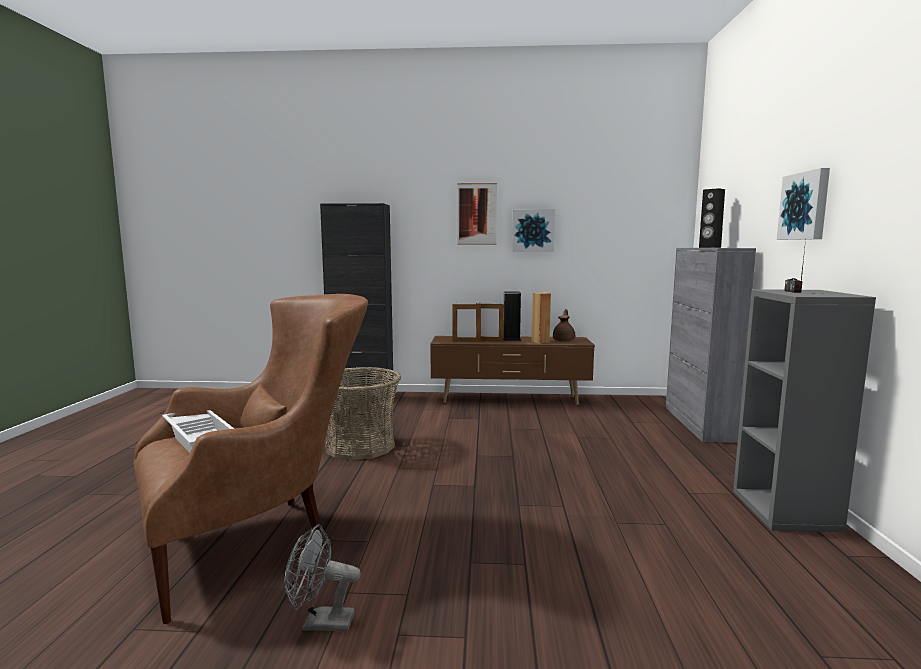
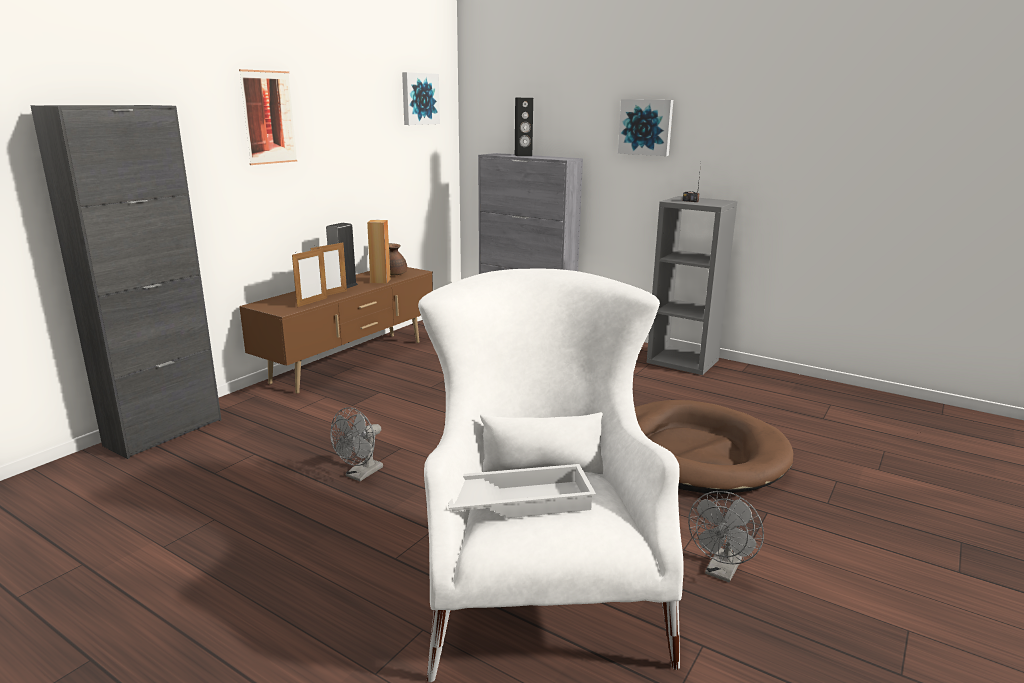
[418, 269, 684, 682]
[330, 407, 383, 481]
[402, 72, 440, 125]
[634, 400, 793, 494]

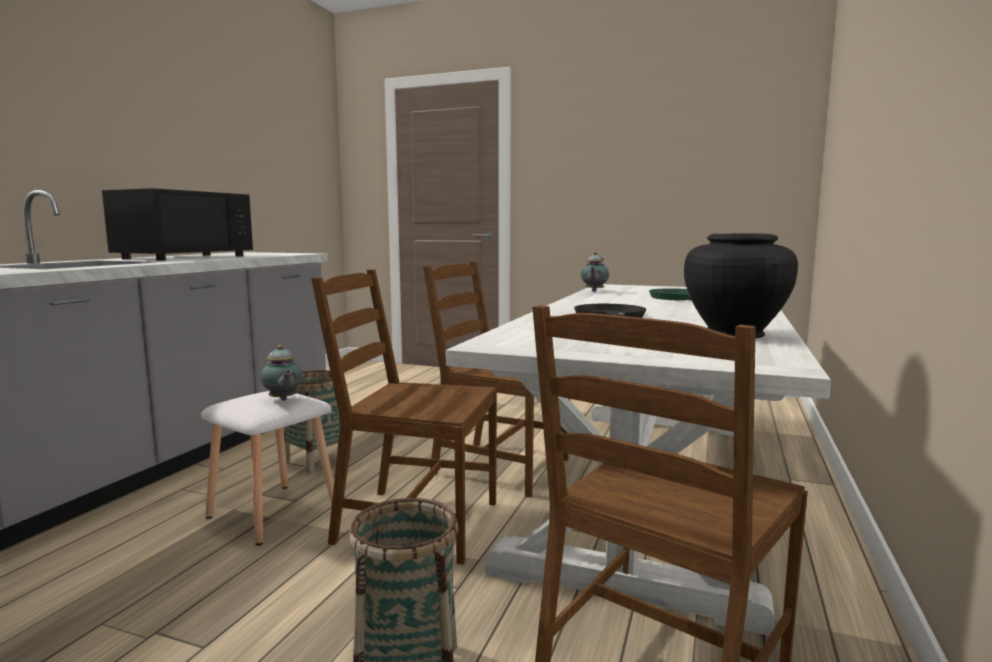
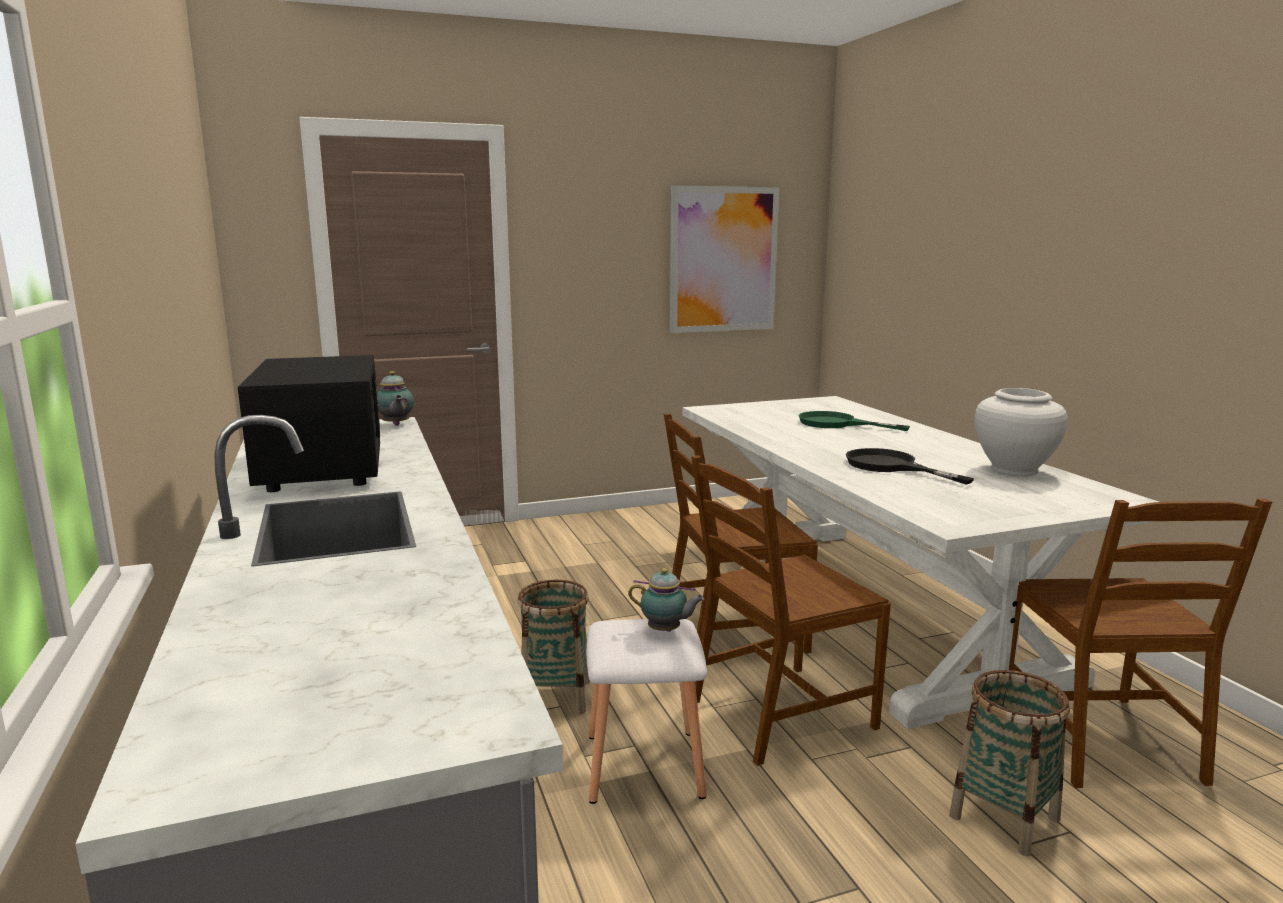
[377, 371, 414, 426]
[975, 388, 1067, 476]
[670, 185, 779, 333]

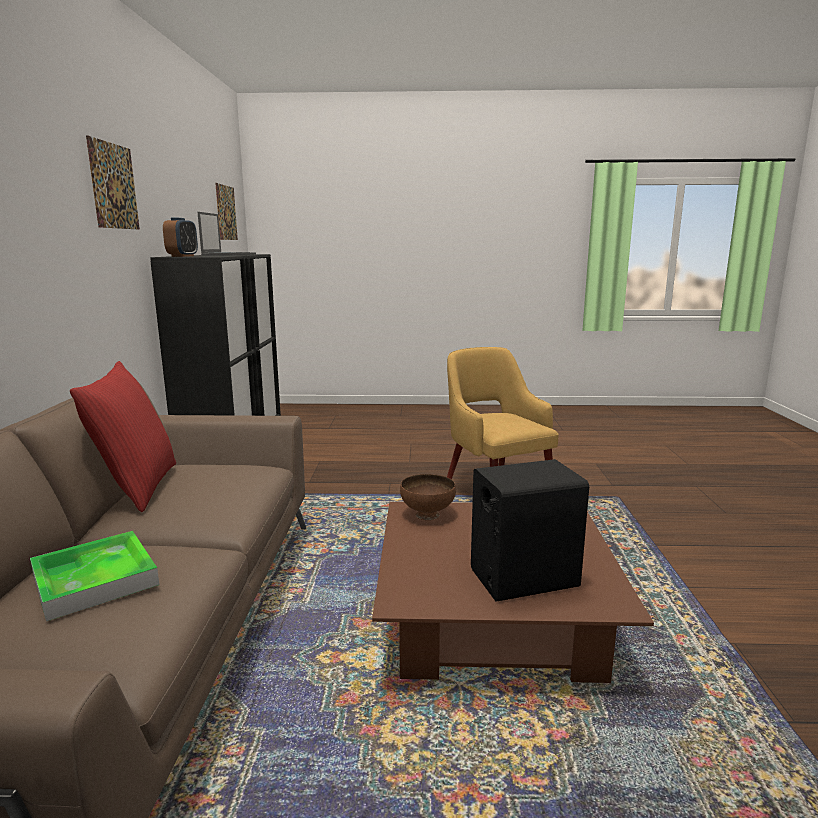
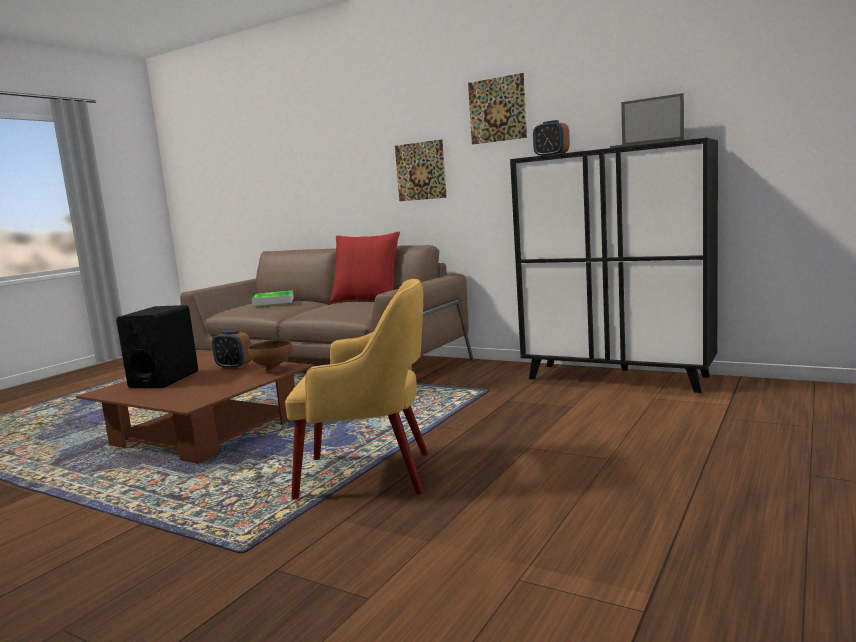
[395, 139, 447, 201]
[212, 330, 252, 369]

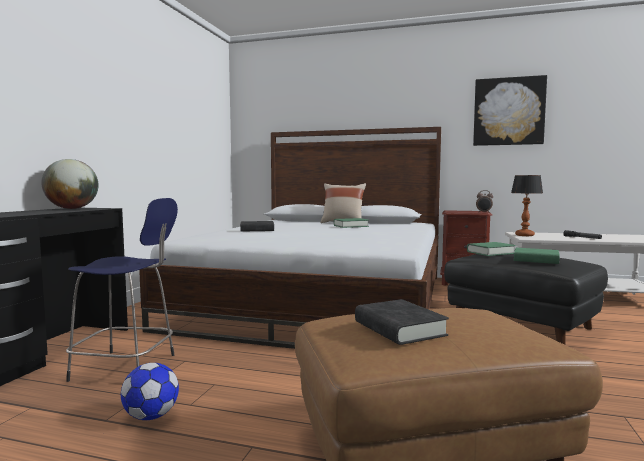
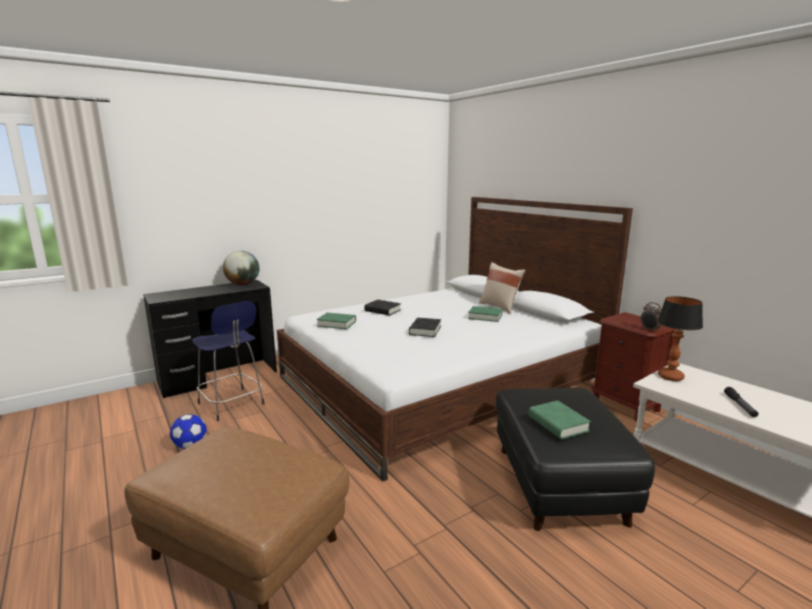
[409, 318, 441, 337]
[317, 313, 356, 329]
[473, 75, 547, 146] (first image)

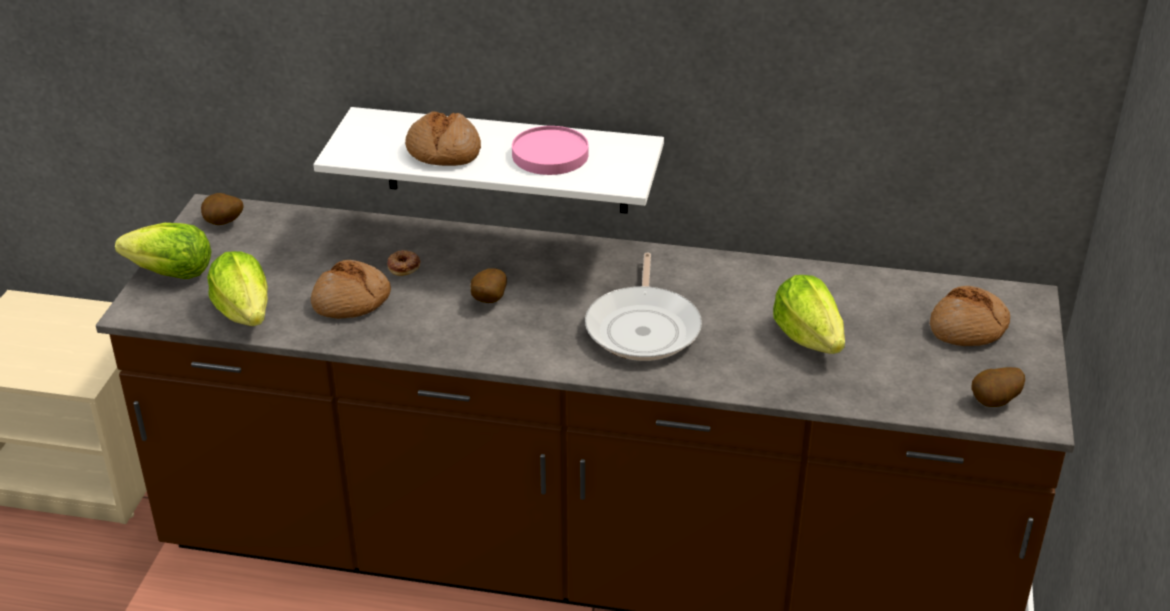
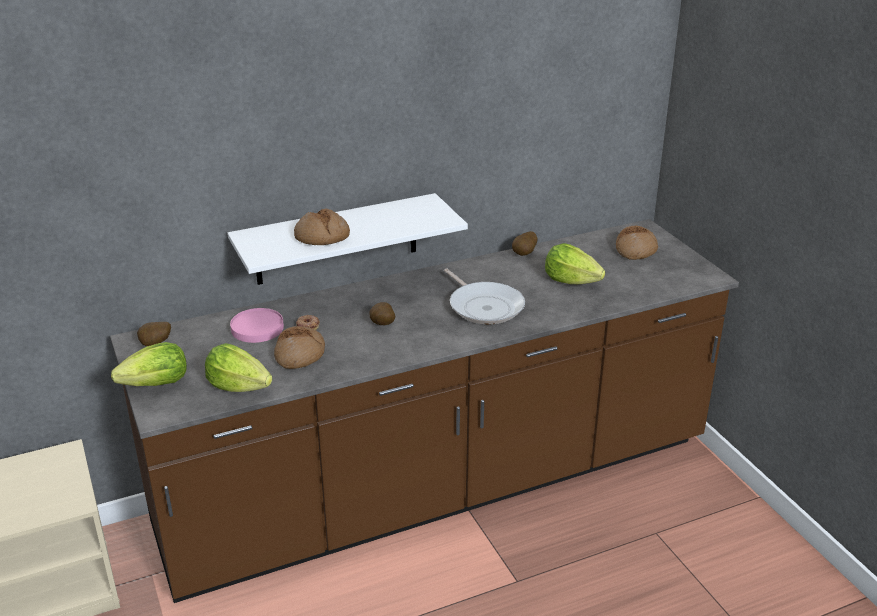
[230, 308, 284, 343]
[512, 231, 537, 256]

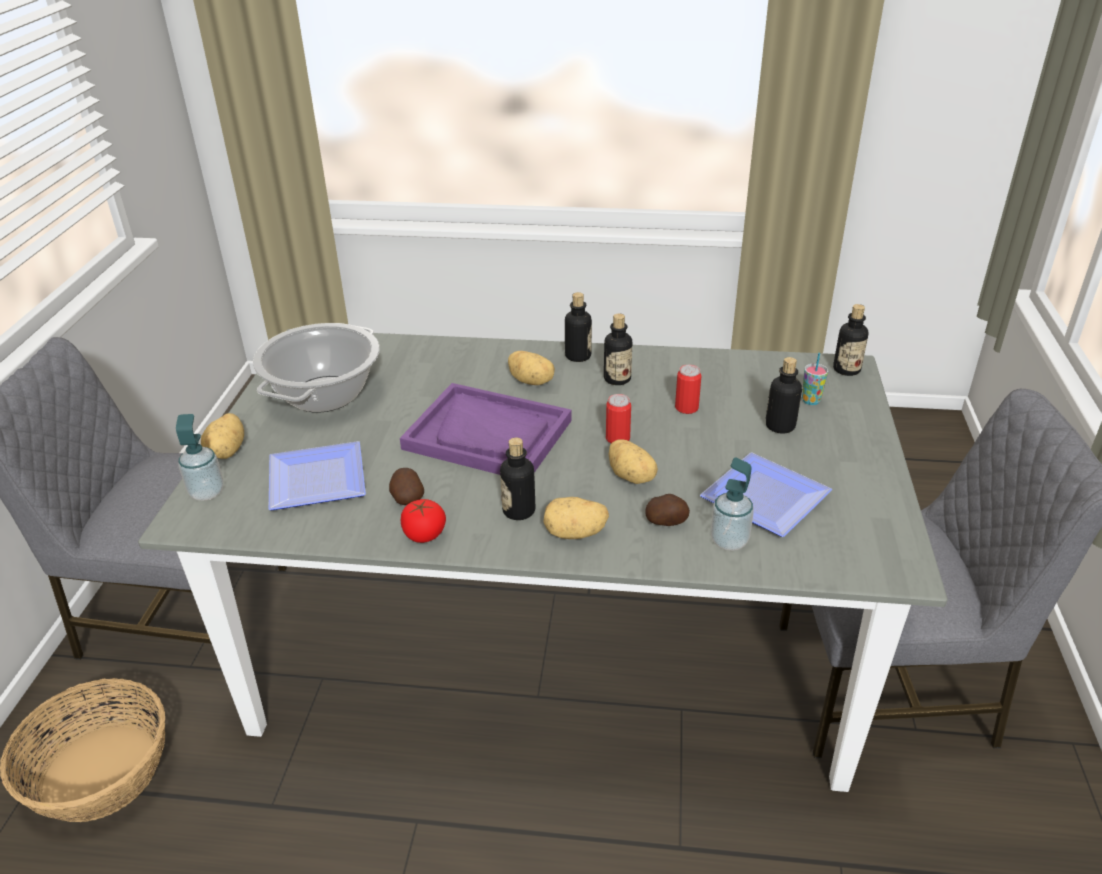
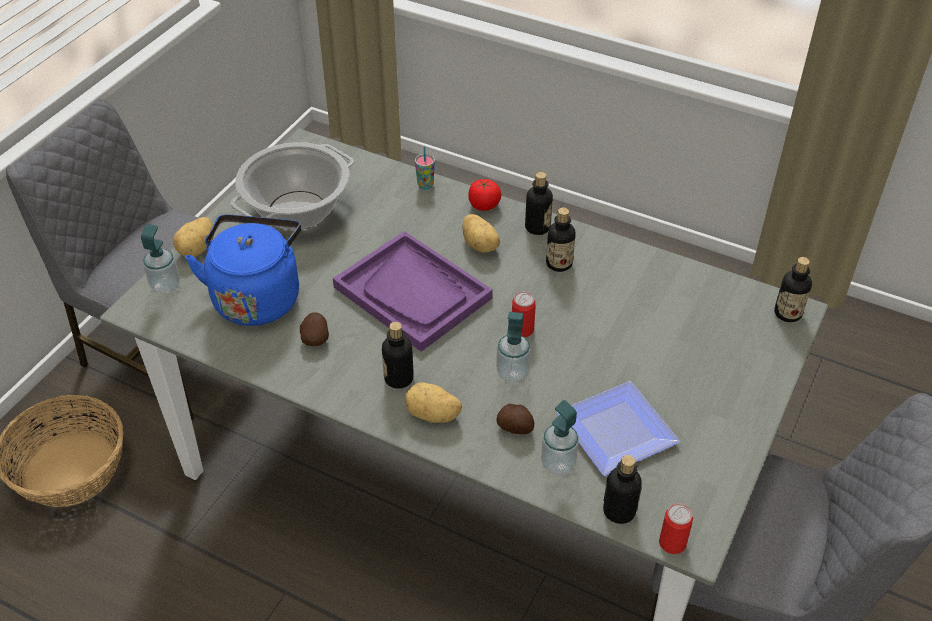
[185, 214, 301, 326]
[468, 179, 501, 211]
[496, 312, 531, 382]
[659, 503, 693, 554]
[603, 455, 642, 524]
[415, 146, 435, 190]

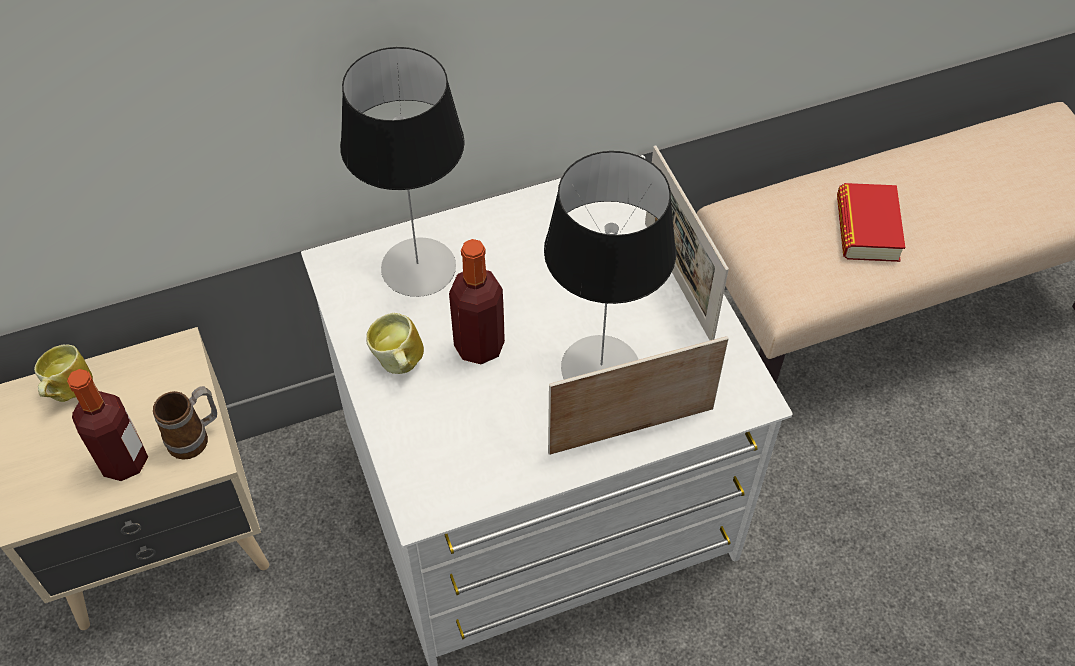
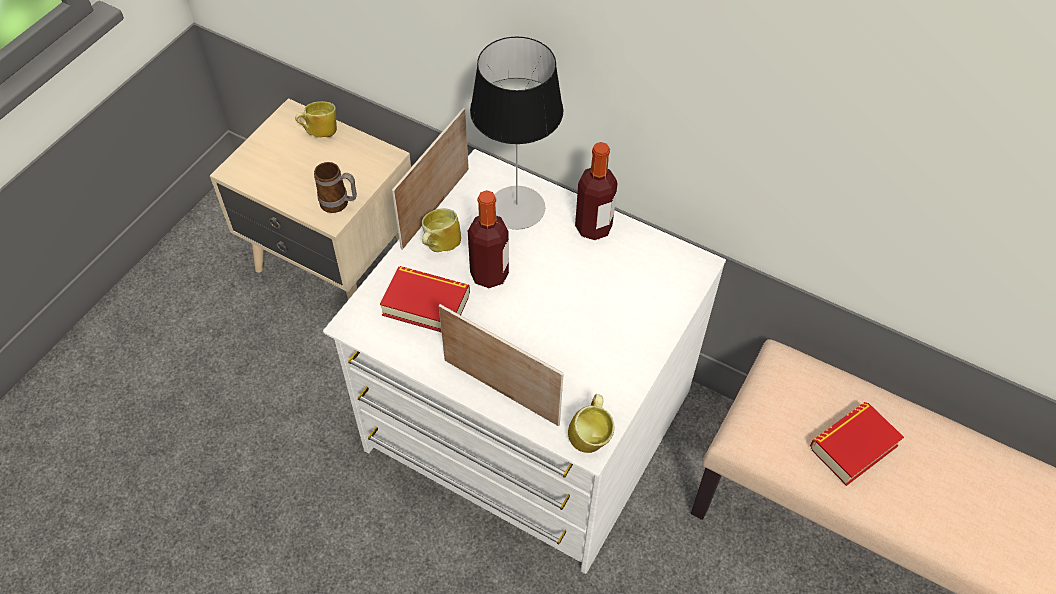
[575, 142, 618, 240]
[544, 151, 676, 379] (first image)
[392, 107, 469, 250]
[380, 266, 470, 332]
[568, 394, 614, 453]

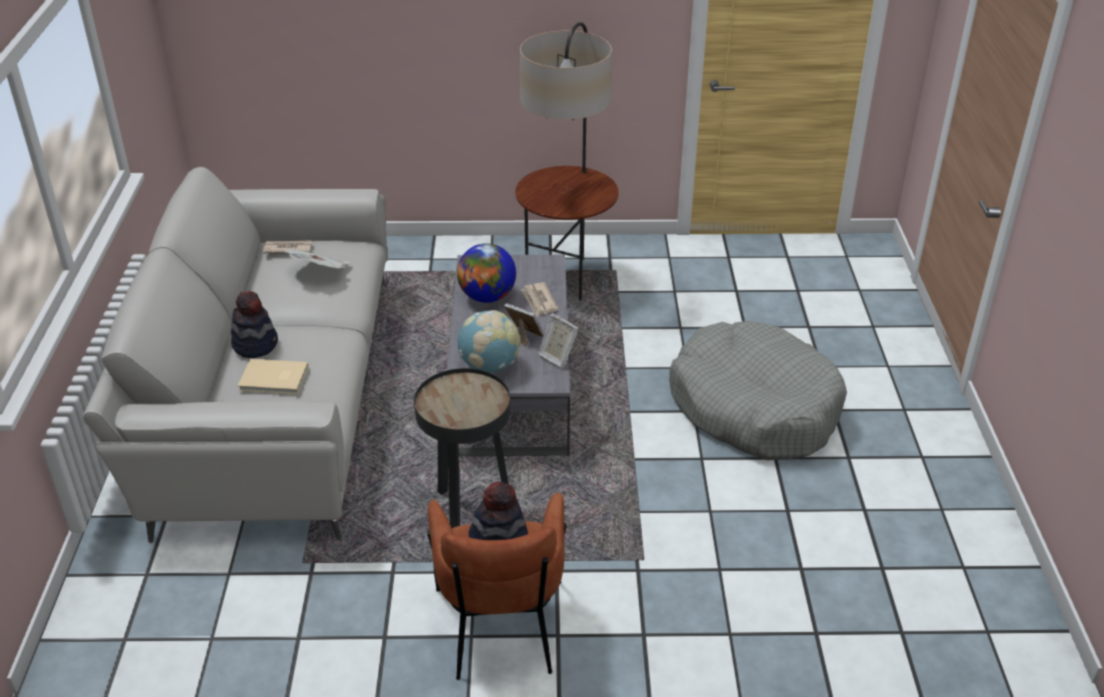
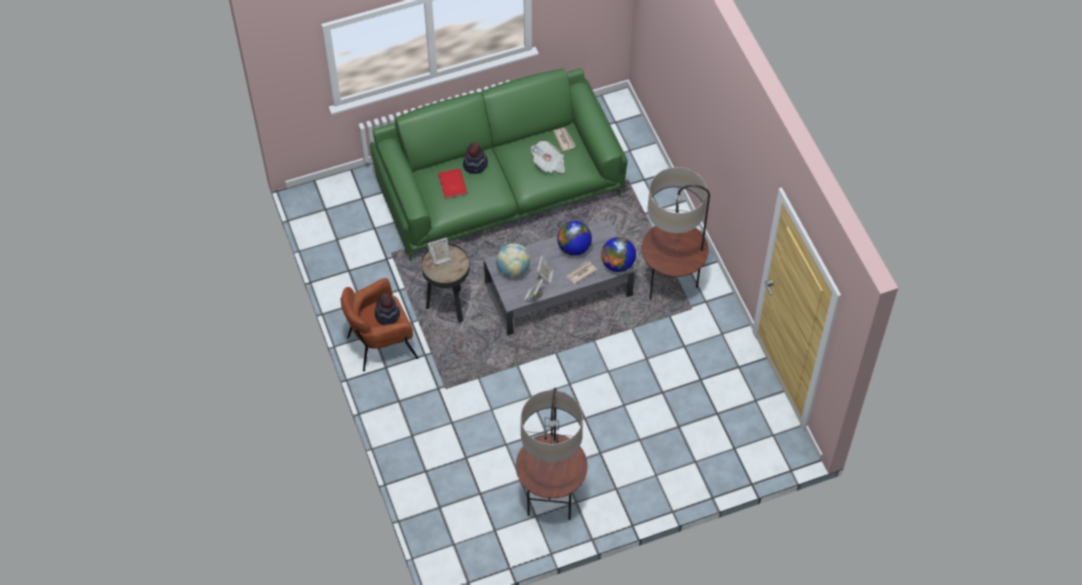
[370, 68, 628, 261]
[438, 168, 467, 199]
[669, 321, 847, 460] (first image)
[428, 238, 452, 265]
[516, 388, 588, 520]
[601, 237, 636, 272]

